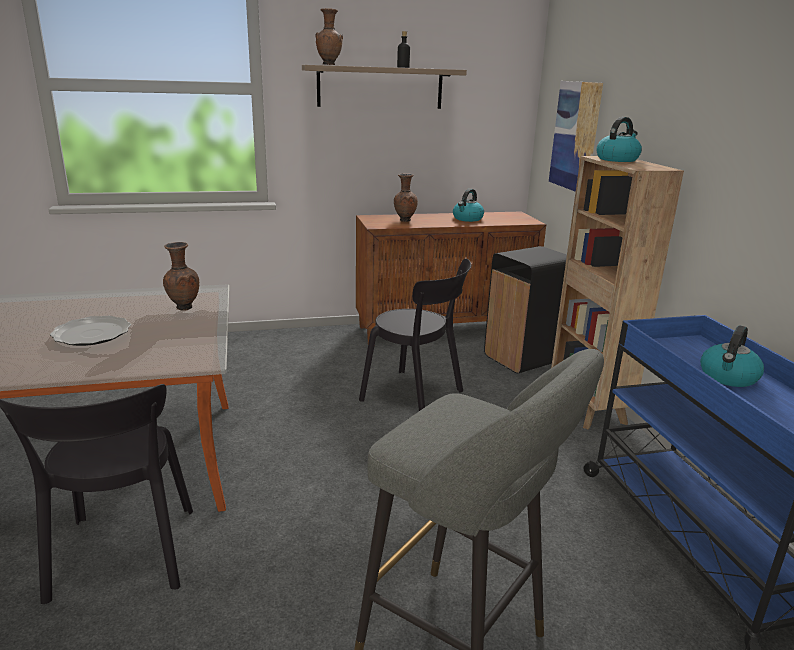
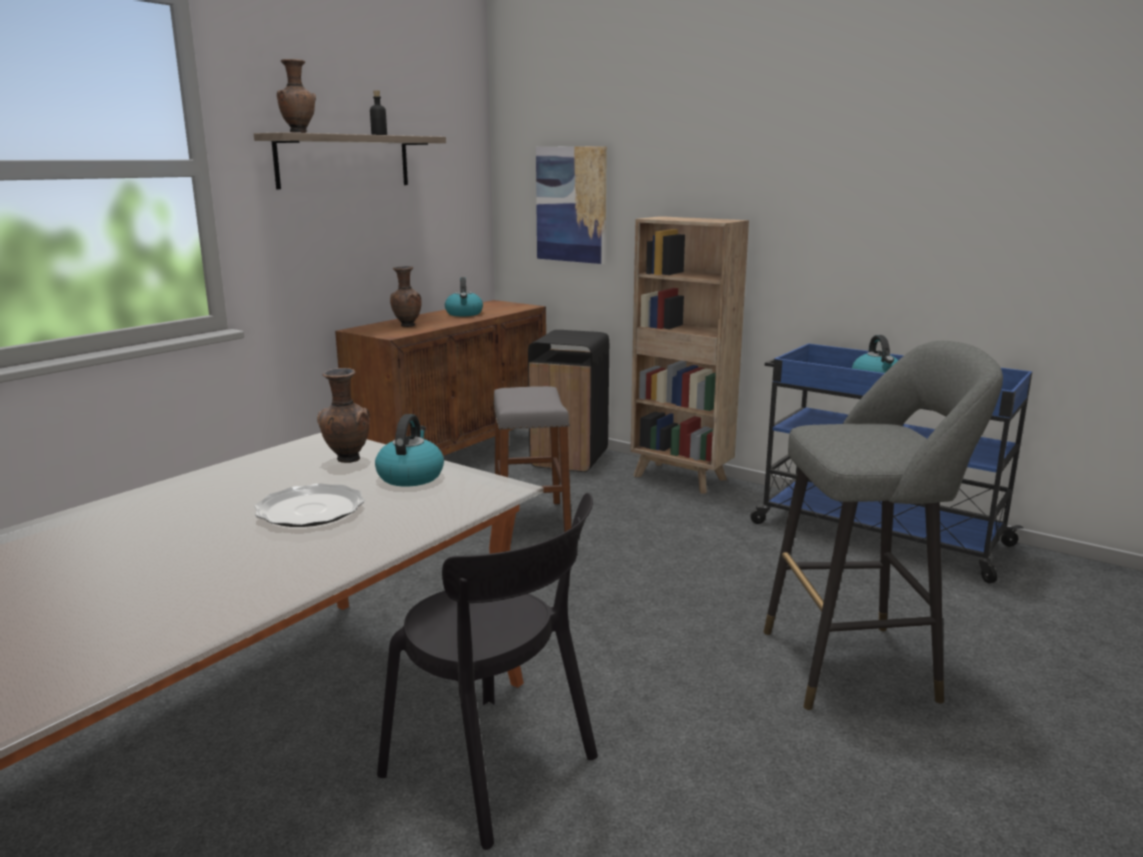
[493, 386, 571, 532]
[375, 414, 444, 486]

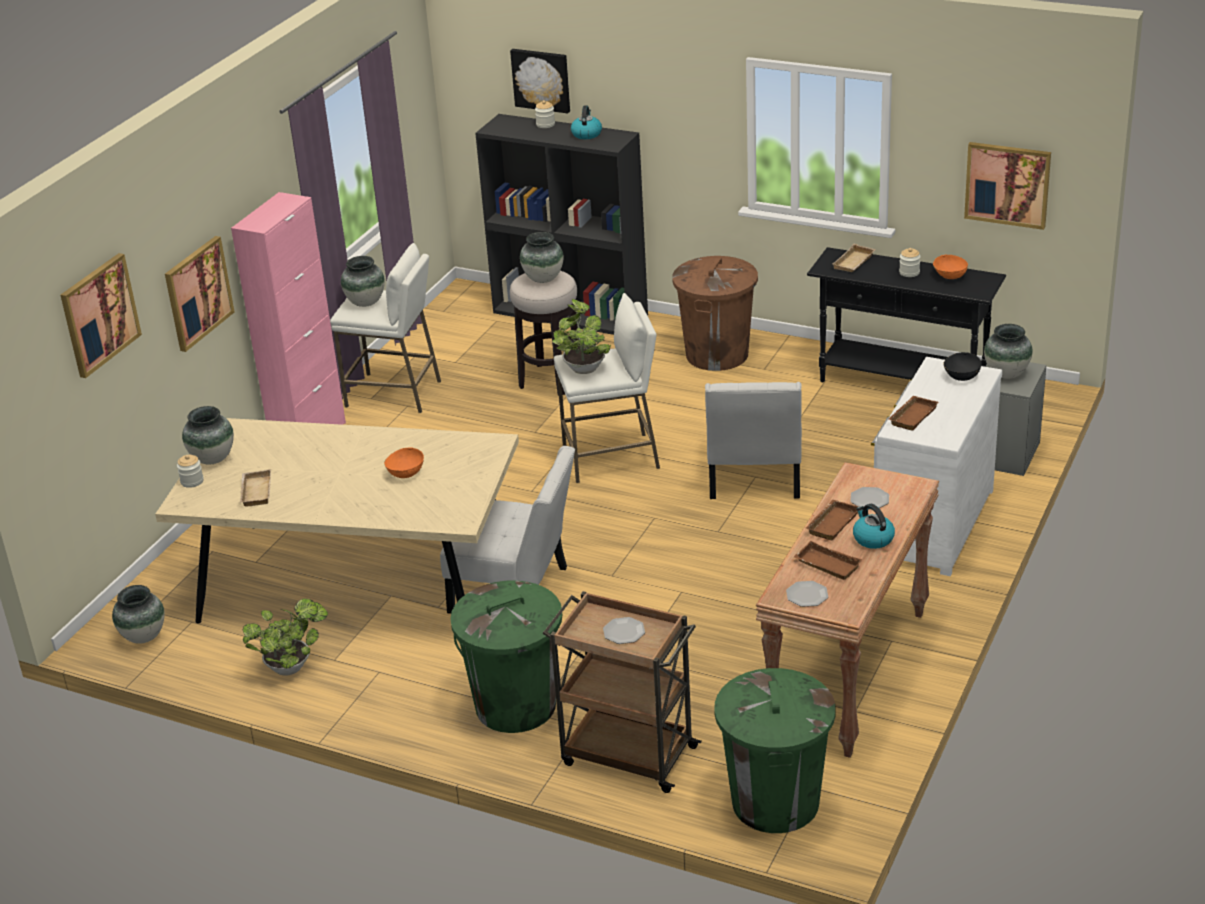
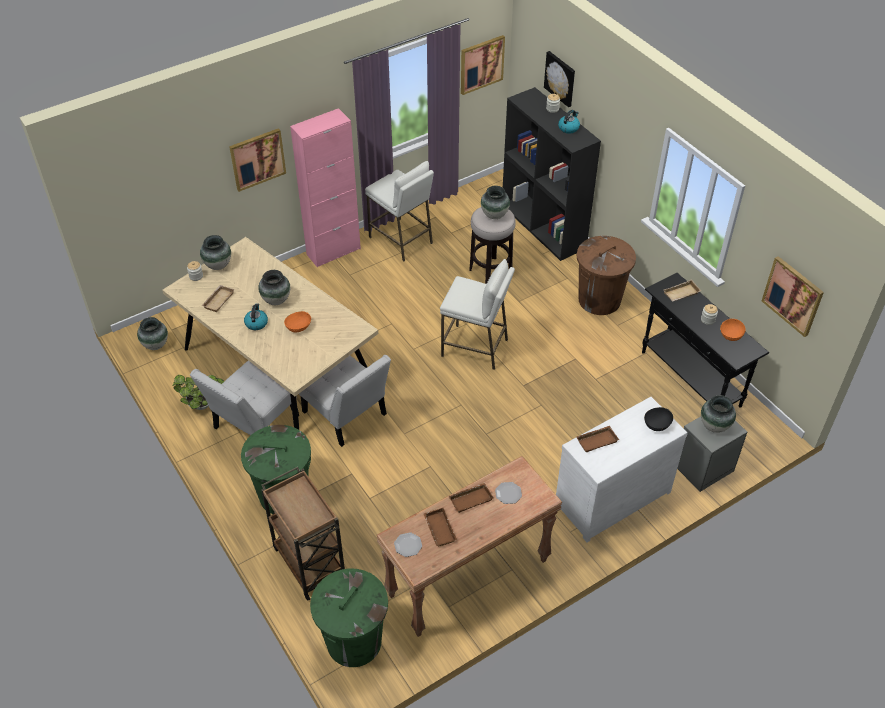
[461, 35, 505, 95]
[258, 270, 290, 305]
[552, 299, 611, 374] (first image)
[603, 617, 645, 644] (first image)
[190, 361, 299, 435]
[244, 303, 268, 330]

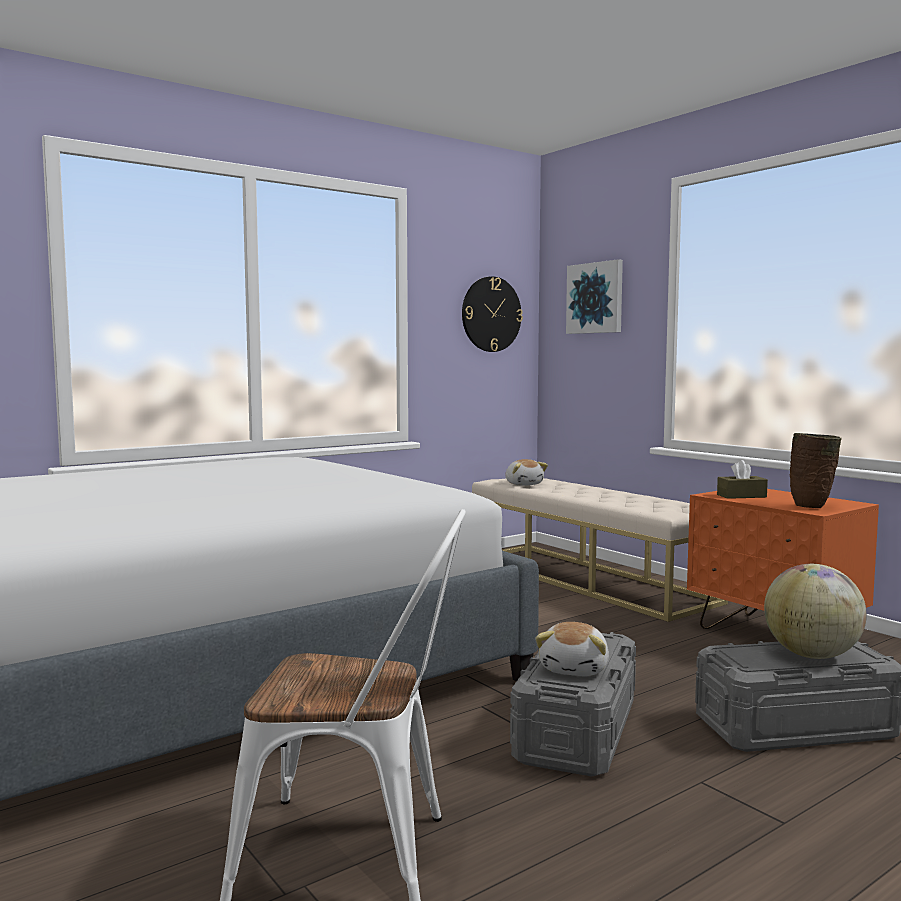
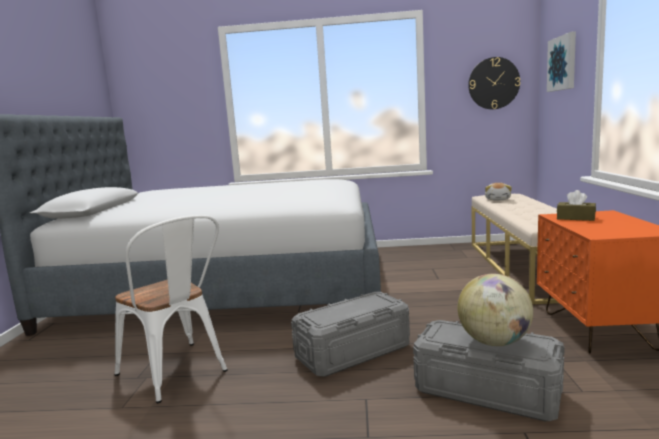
[535, 622, 609, 676] (first image)
[790, 433, 842, 508] (first image)

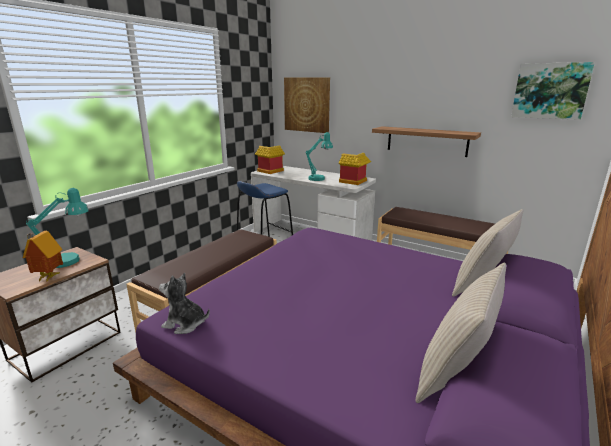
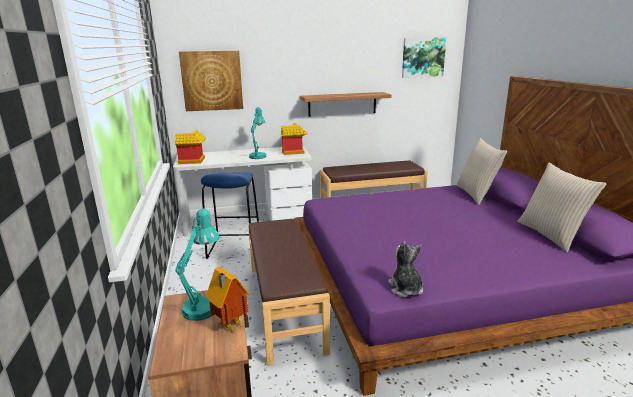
[388, 241, 423, 297]

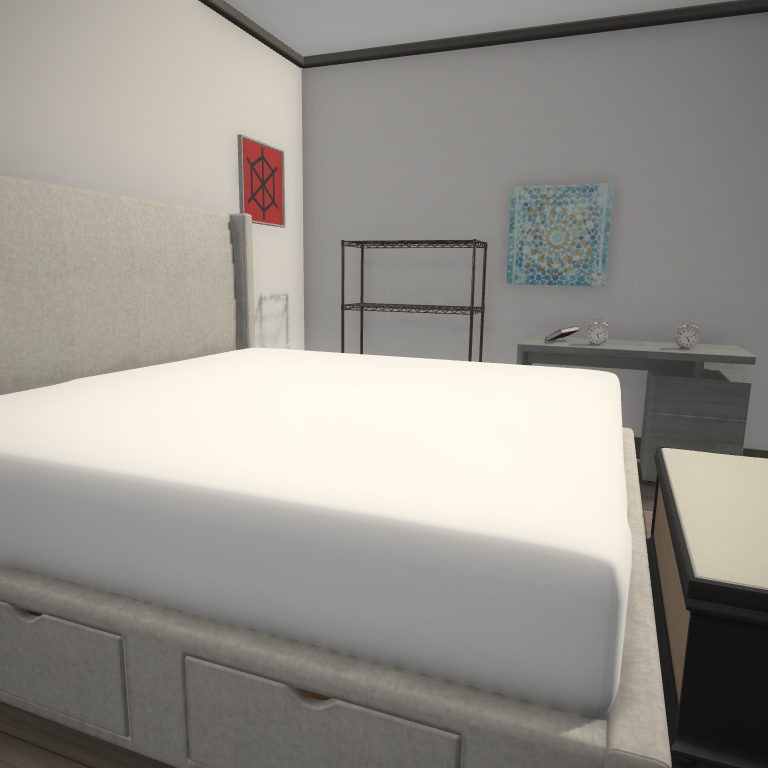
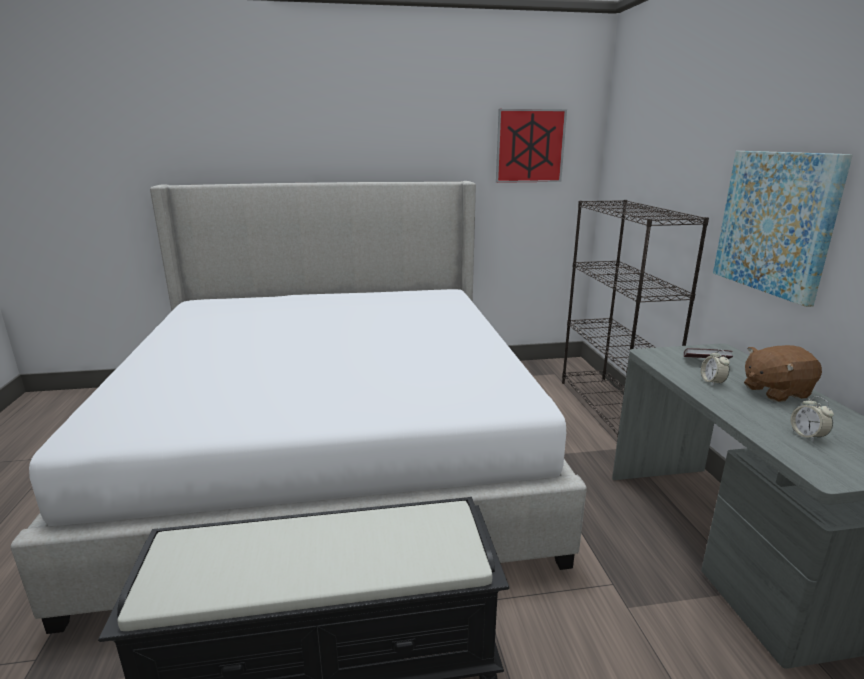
[744, 345, 822, 402]

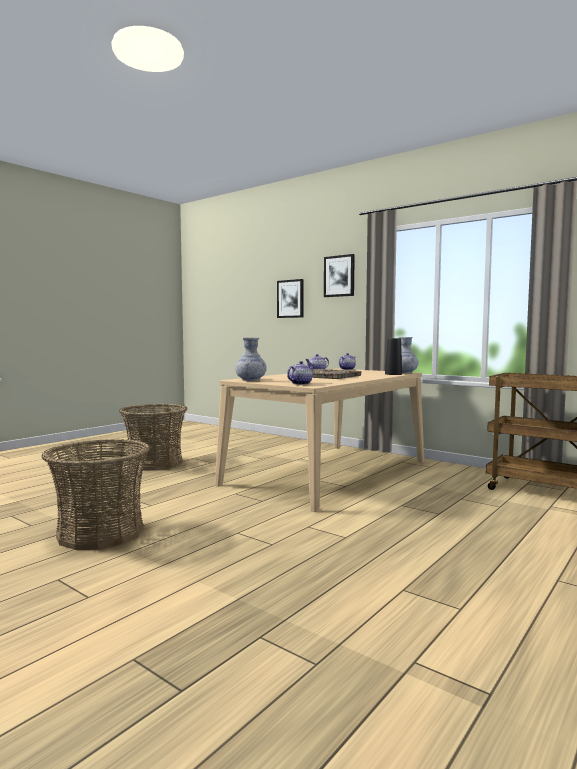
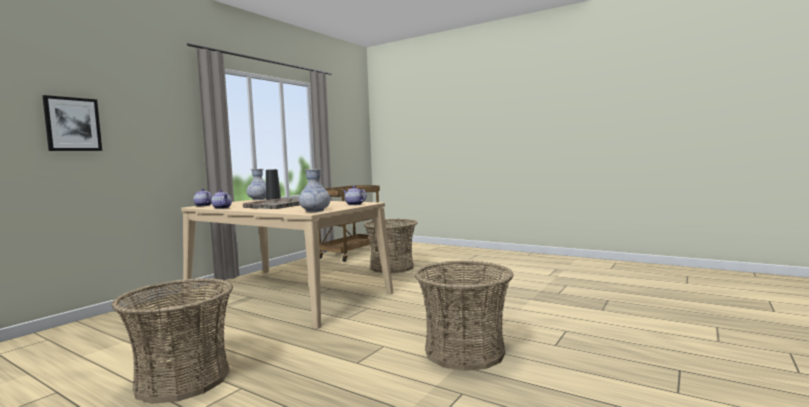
[324, 254, 355, 297] (first image)
[364, 219, 418, 273]

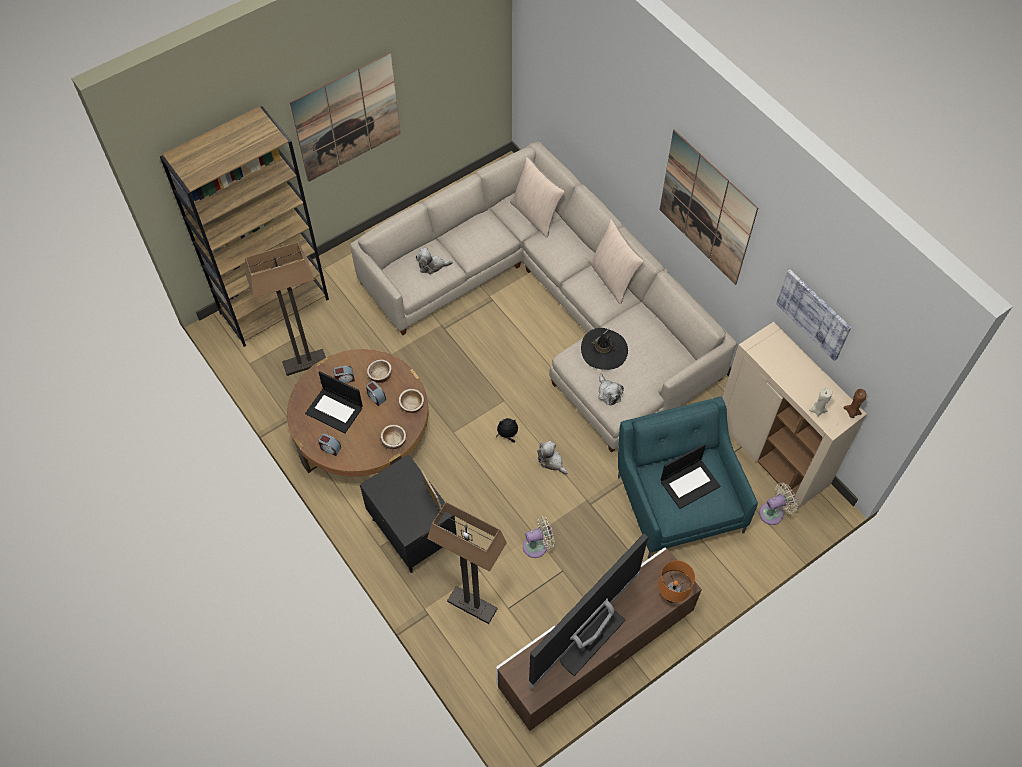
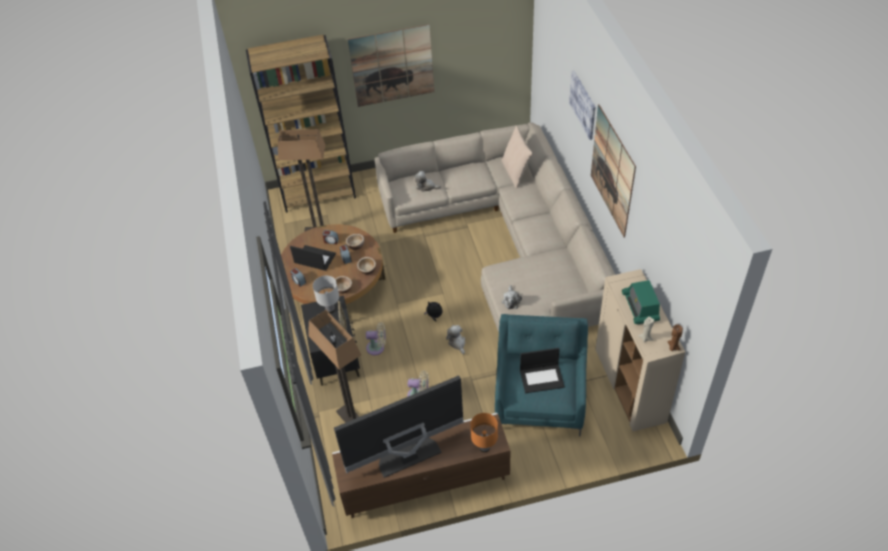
[290, 245, 336, 270]
[581, 328, 628, 370] (first image)
[589, 219, 644, 305] (first image)
[366, 322, 386, 355]
[569, 70, 596, 140]
[313, 276, 339, 313]
[622, 280, 660, 324]

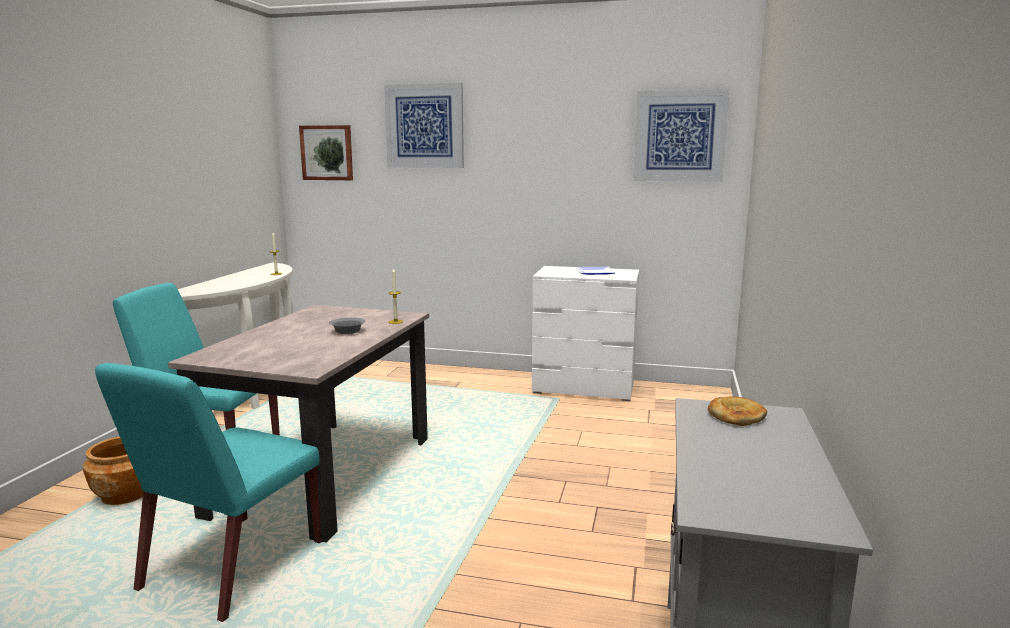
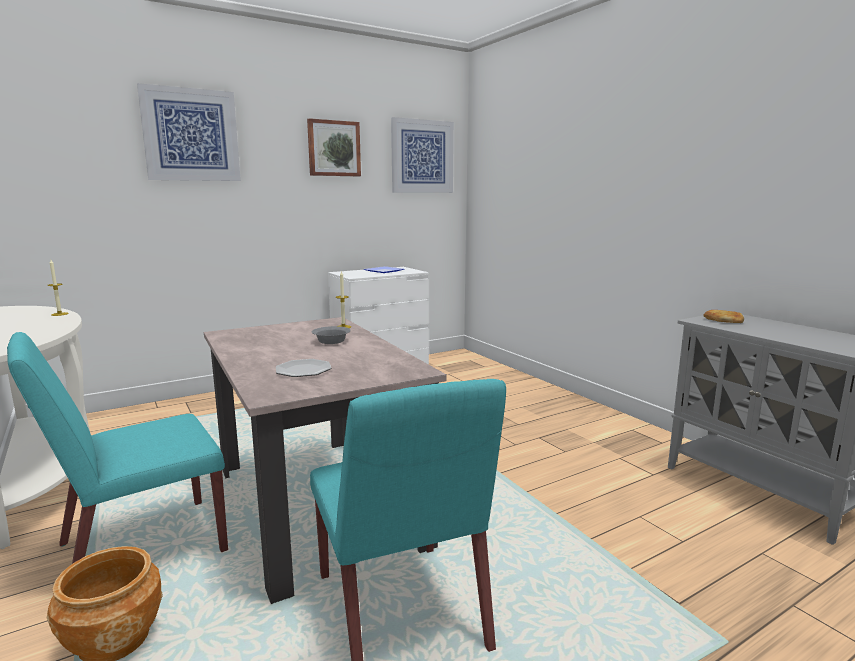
[307, 118, 361, 176]
[276, 359, 331, 377]

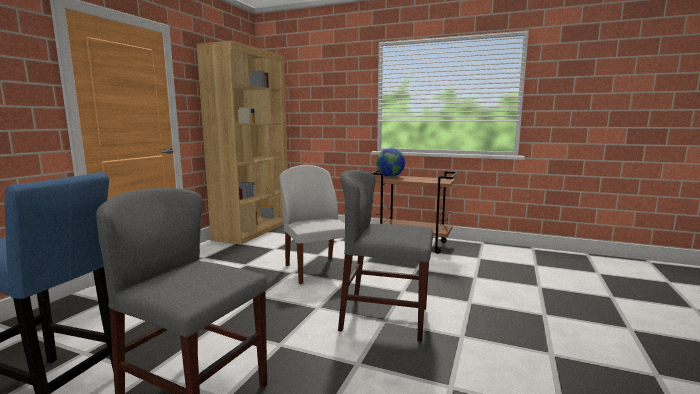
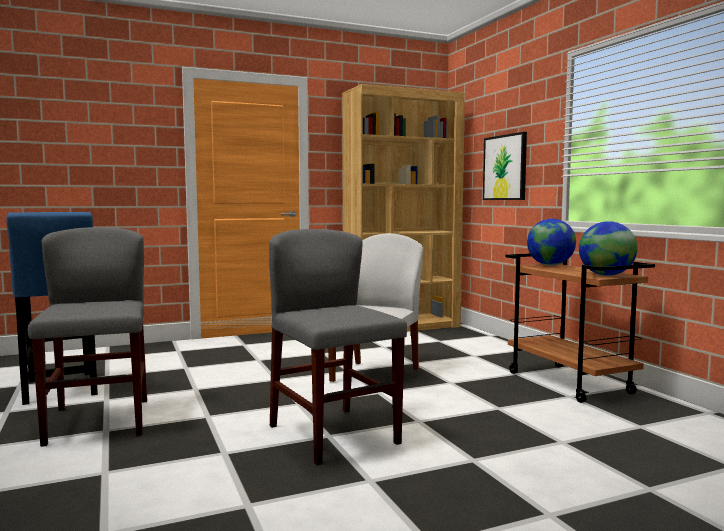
[483, 132, 527, 200]
[579, 221, 637, 276]

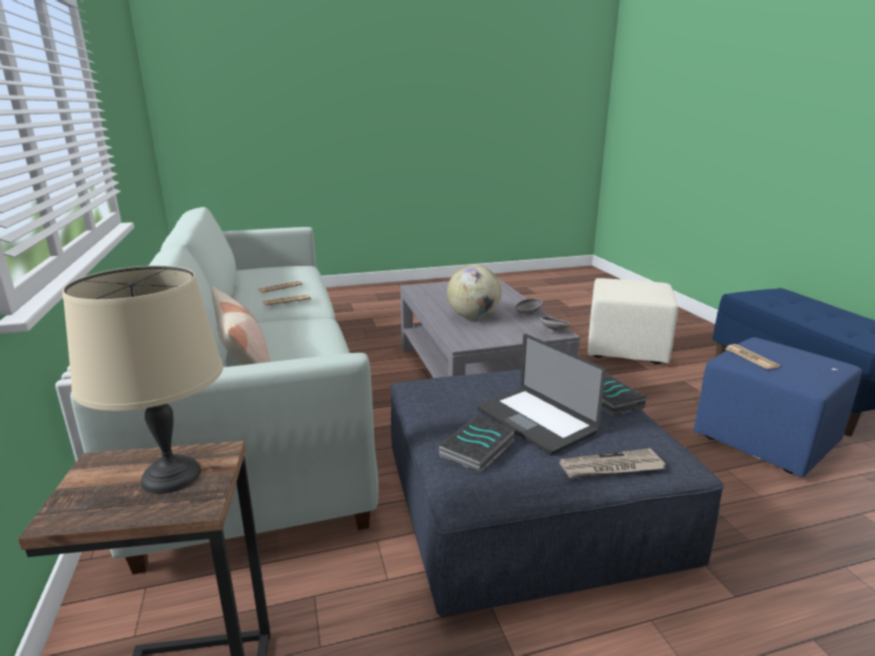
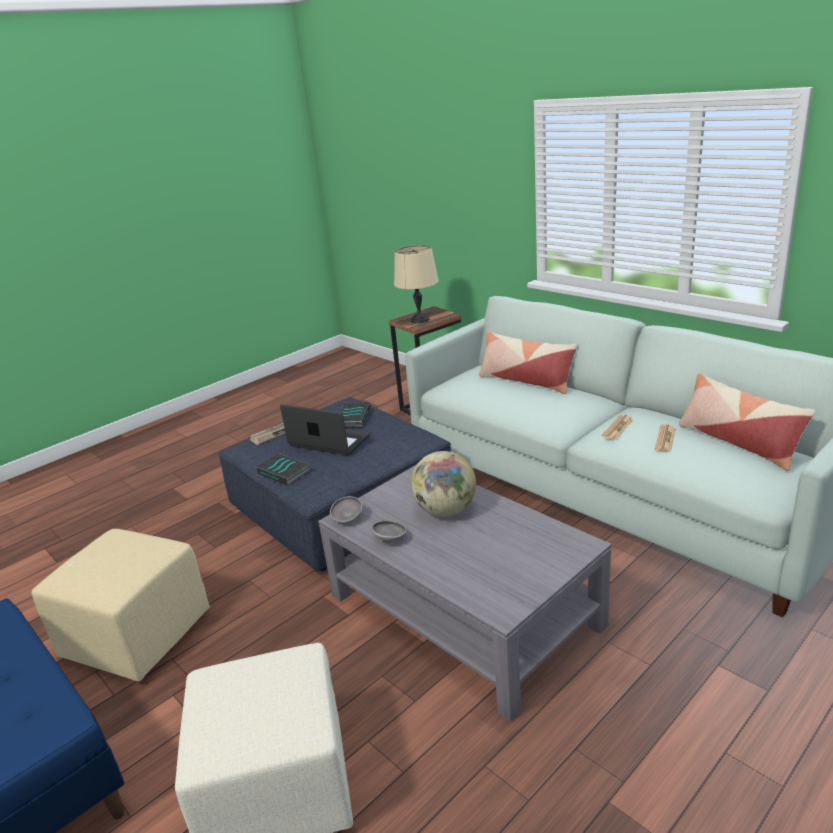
[31, 529, 210, 682]
[725, 344, 780, 369] (first image)
[679, 373, 815, 471]

